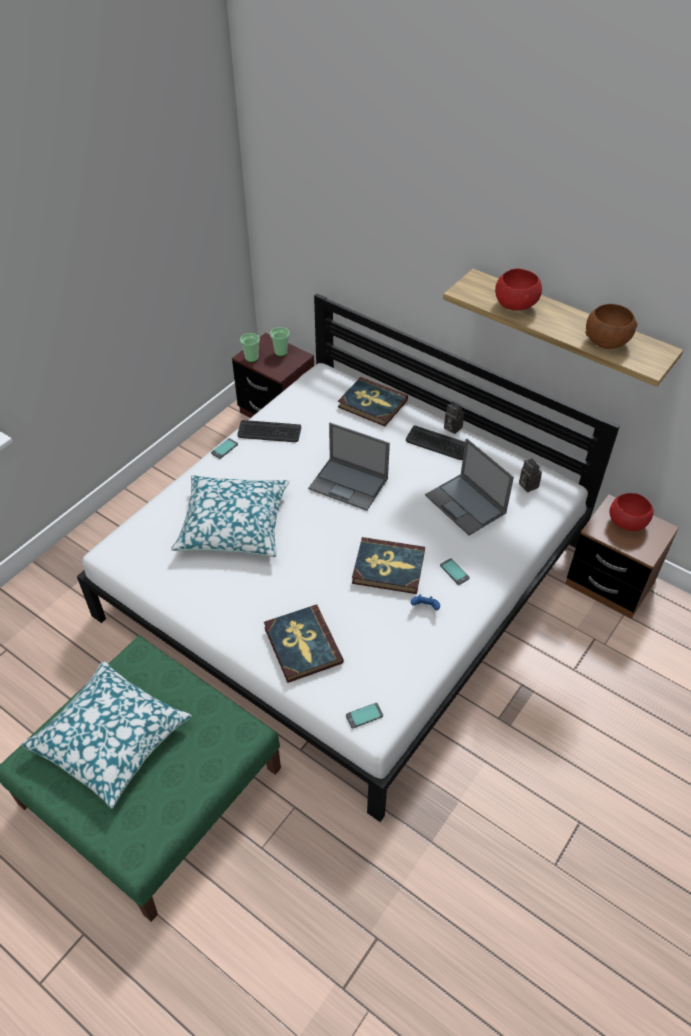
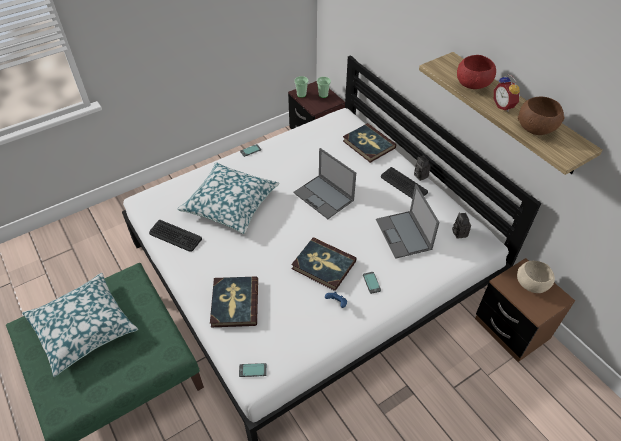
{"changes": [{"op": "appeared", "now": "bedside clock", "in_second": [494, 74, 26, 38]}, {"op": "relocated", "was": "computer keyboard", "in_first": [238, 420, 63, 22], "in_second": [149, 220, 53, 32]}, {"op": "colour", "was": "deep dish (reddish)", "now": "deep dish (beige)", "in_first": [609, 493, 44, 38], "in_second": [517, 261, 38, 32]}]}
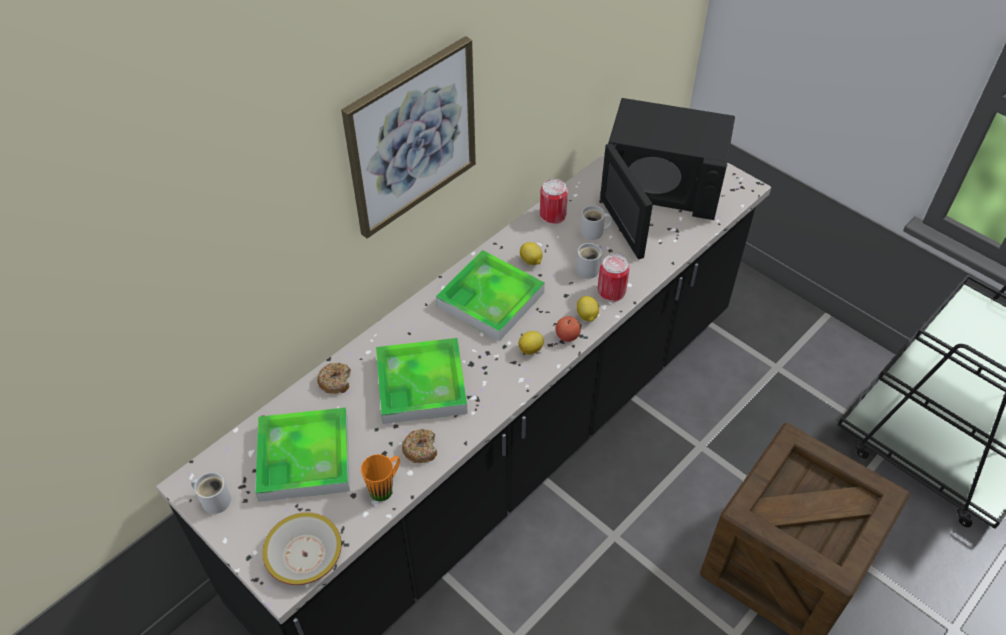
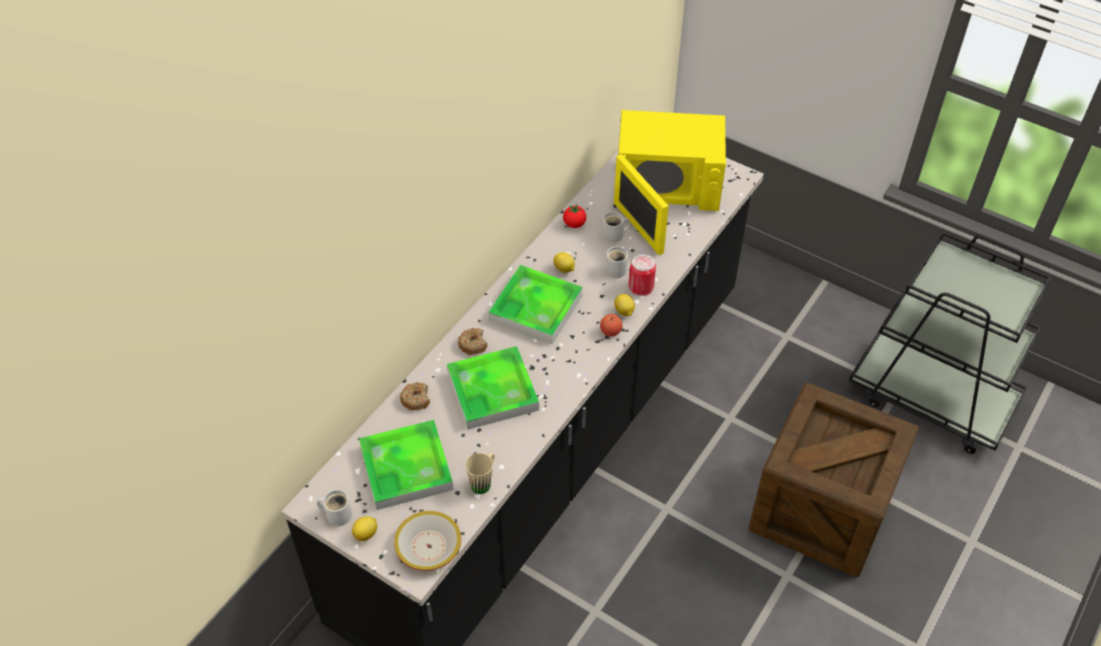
{"changes": [{"op": "missing", "was": "picture", "in_first": [341, 36, 135, 202]}, {"op": "relocated", "was": "doughnut", "in_first": [402, 429, 35, 34], "in_second": [458, 328, 29, 27]}, {"op": "relocated", "was": "whole lemon", "in_first": [519, 331, 25, 24], "in_second": [352, 516, 25, 25]}, {"op": "exchanged", "was": "metal can", "now": "fresh tomato", "in_first": [540, 179, 28, 45], "in_second": [563, 205, 23, 23]}, {"op": "colour", "was": "tea mug (orange)", "now": "tea mug (beige)", "in_first": [361, 454, 39, 47], "in_second": [465, 453, 30, 41]}, {"op": "colour", "was": "kitchen microwave (blackish)", "now": "kitchen microwave (yellow-coloured)", "in_first": [600, 98, 135, 161], "in_second": [614, 110, 112, 145]}]}
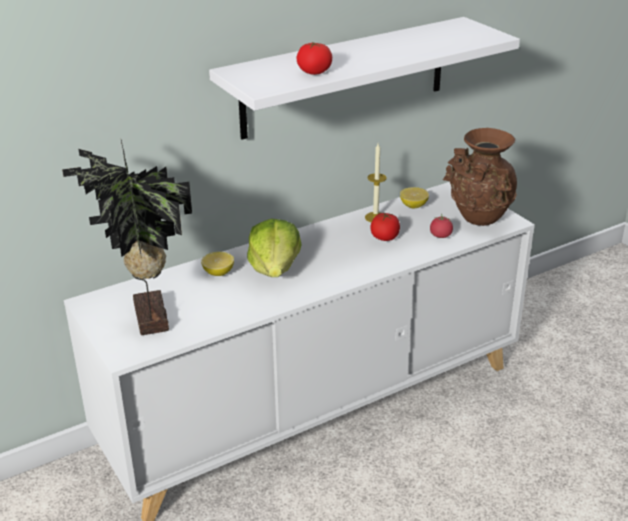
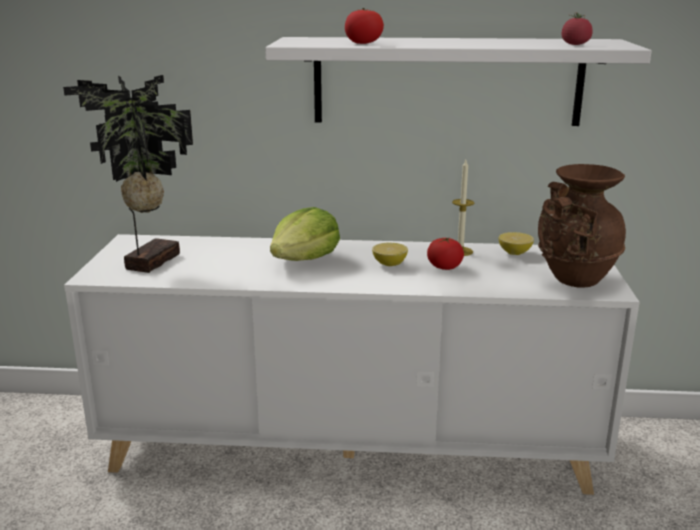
{"changes": [{"op": "relocated", "was": "whole lemon", "in_first": [201, 252, 33, 24], "in_second": [372, 242, 36, 24]}, {"op": "relocated", "was": "fresh tomato", "in_first": [430, 214, 23, 24], "in_second": [562, 12, 31, 33]}]}
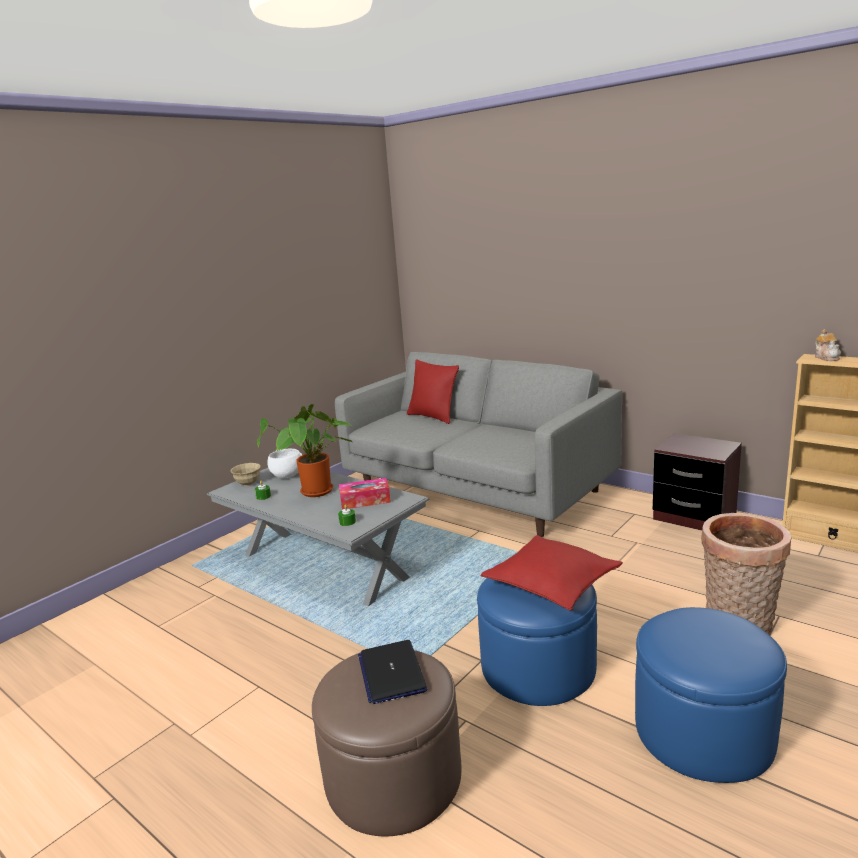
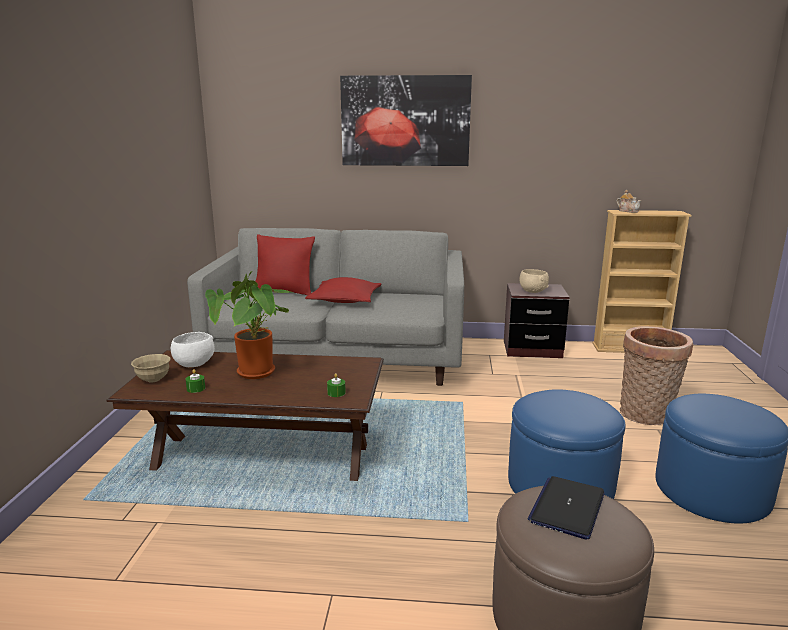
{"changes": [{"op": "missing", "was": "box of tissues", "in_first": [339, 478, 52, 32]}, {"op": "appeared", "now": "picture", "in_second": [340, 75, 132, 91]}, {"op": "appeared", "now": "deep dish (beige)", "in_second": [519, 269, 30, 24]}, {"op": "relocated", "was": "pillow (reddish)", "in_first": [480, 535, 143, 76], "in_second": [305, 277, 76, 26]}, {"op": "colour", "was": "lounge table (greyish)", "now": "lounge table (brown)", "in_first": [207, 468, 222, 138], "in_second": [106, 350, 278, 131]}, {"op": "spun", "was": "laptop", "in_first": [358, 640, 69, 64], "in_second": [528, 476, 77, 63], "clockwise": 75}]}
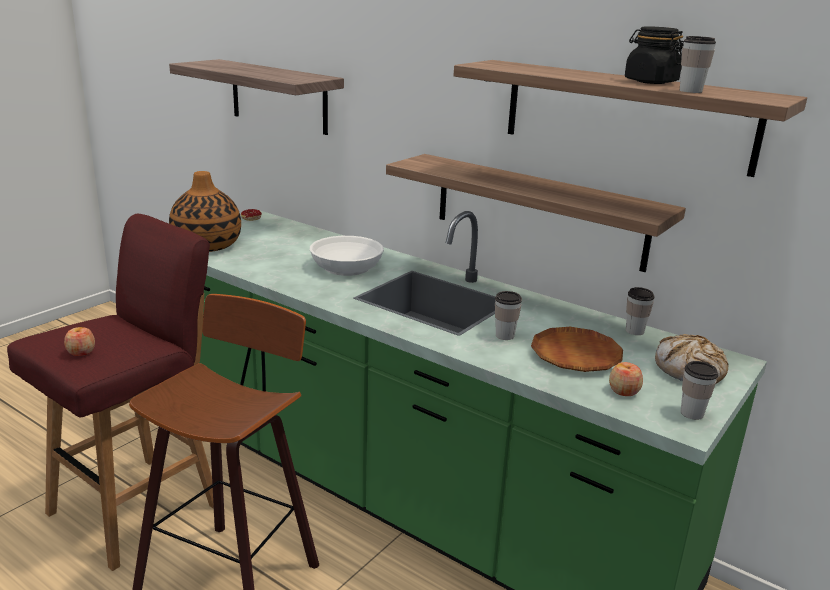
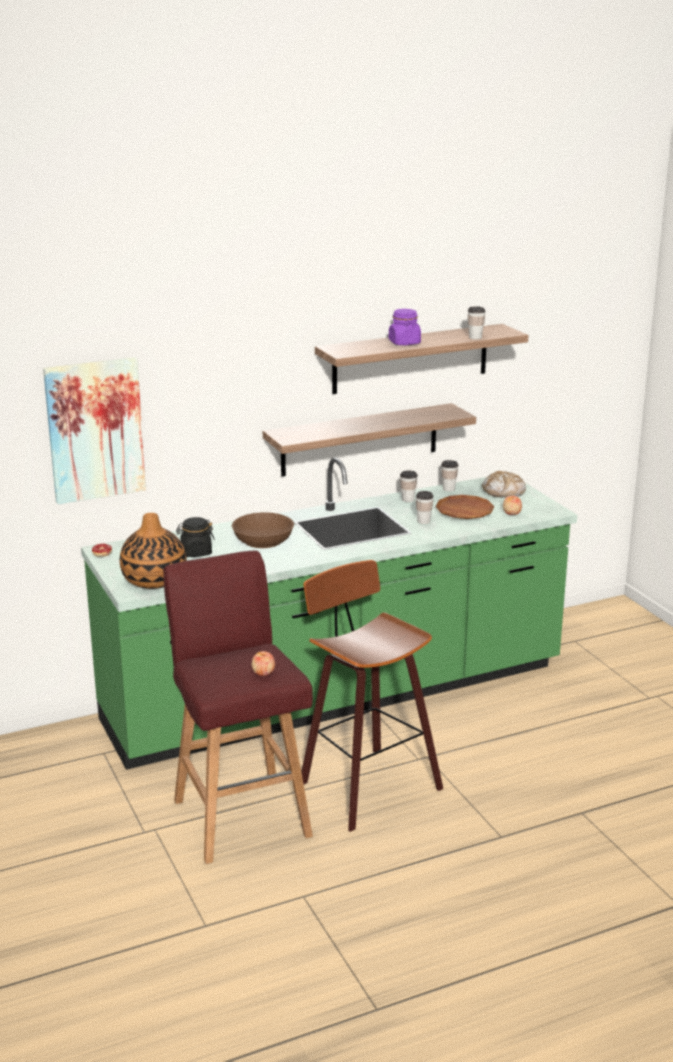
{"changes": [{"op": "appeared", "now": "preserve jar (purplish)", "in_second": [389, 309, 32, 36]}, {"op": "relocated", "was": "preserve jar (blackish)", "in_first": [625, 26, 59, 58], "in_second": [176, 517, 39, 40]}, {"op": "relocated", "was": "drinking cup", "in_first": [681, 361, 37, 59], "in_second": [400, 471, 18, 31]}, {"op": "exchanged", "was": "bracket shelf", "now": "picture", "in_first": [169, 59, 175, 76], "in_second": [43, 357, 103, 147]}, {"op": "colour", "was": "deep dish (whitish)", "now": "deep dish (brown)", "in_first": [310, 236, 74, 40], "in_second": [232, 512, 62, 36]}]}
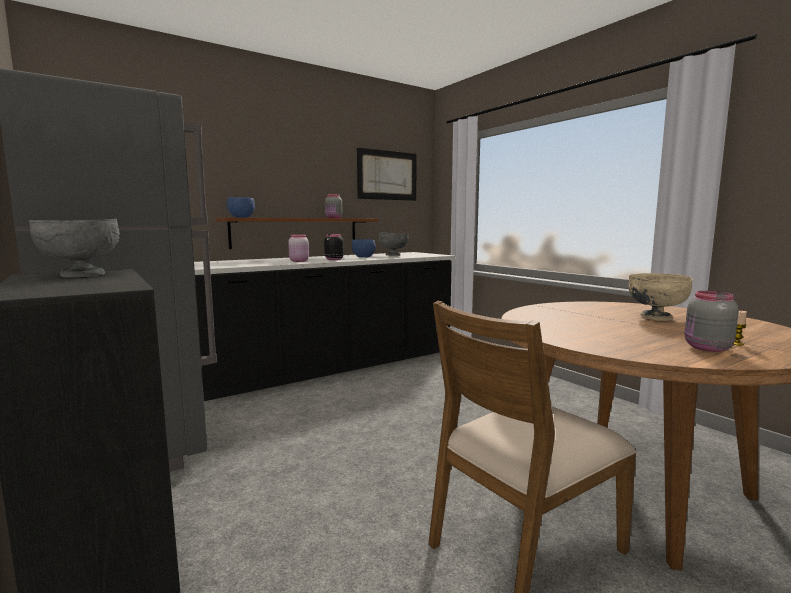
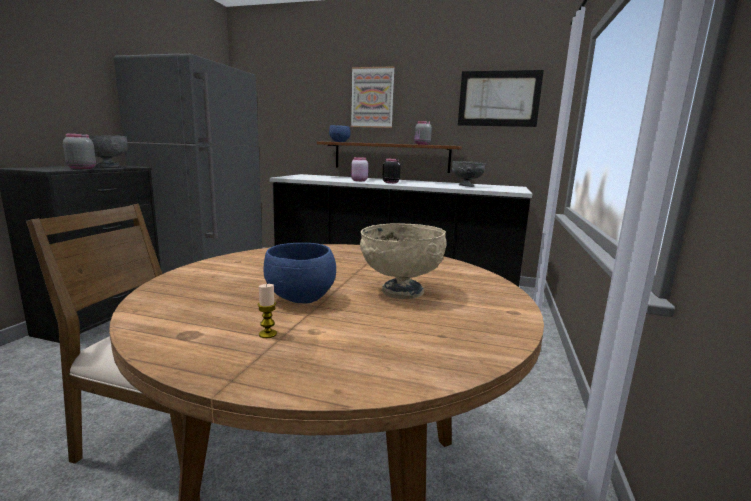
{"changes": [{"op": "appeared", "now": "picture", "in_second": [351, 66, 44, 62]}, {"op": "relocated", "was": "deep dish (blue)", "in_first": [352, 239, 24, 18], "in_second": [264, 243, 72, 61]}, {"op": "relocated", "was": "preserve jar (greyish)", "in_first": [685, 291, 54, 61], "in_second": [63, 134, 33, 35]}]}
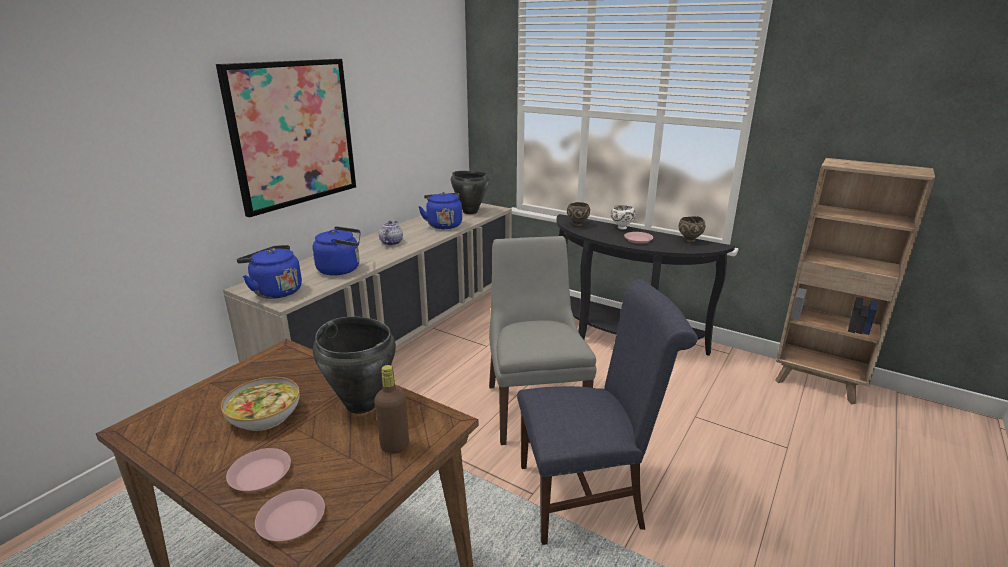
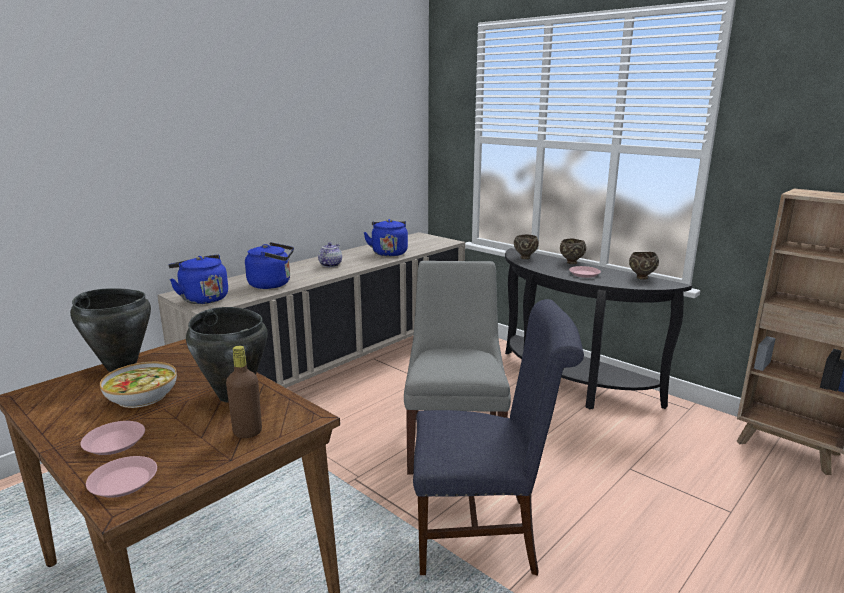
{"changes": [{"op": "missing", "was": "picture", "in_first": [216, 59, 140, 158]}, {"op": "relocated", "was": "stockpot (blackish)", "in_first": [451, 171, 38, 43], "in_second": [70, 288, 81, 84]}, {"op": "colour", "was": "deep dish (whitish)", "now": "deep dish (brown)", "in_first": [611, 205, 25, 25], "in_second": [560, 239, 26, 25]}]}
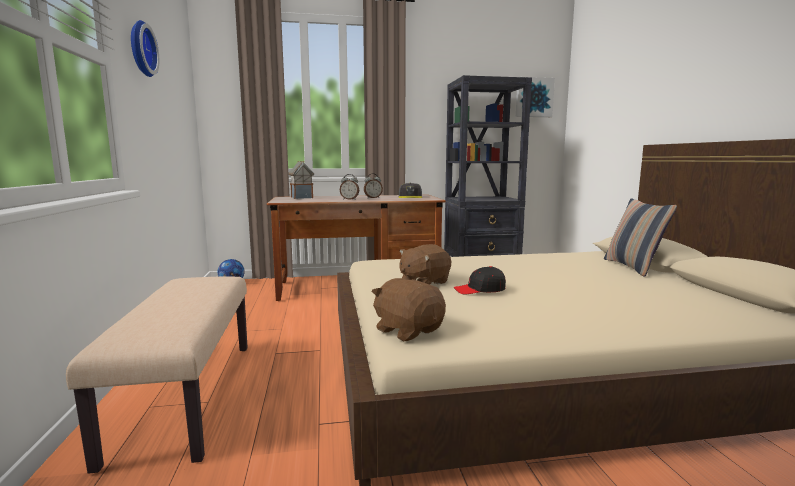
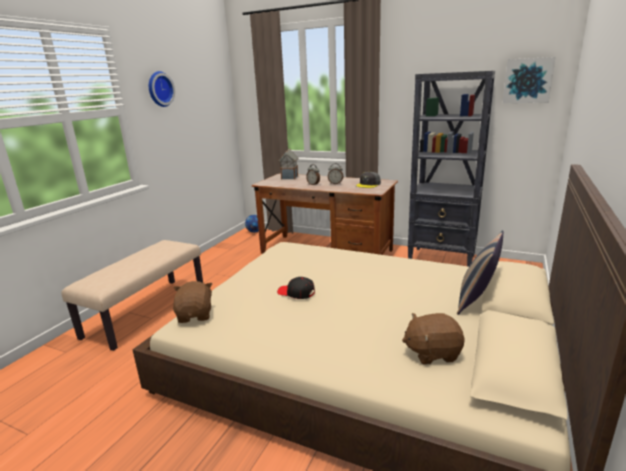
{"changes": [{"op": "relocated", "was": "soft toy (brown)", "in_first": [399, 244, 52, 41], "in_second": [402, 313, 63, 52]}]}
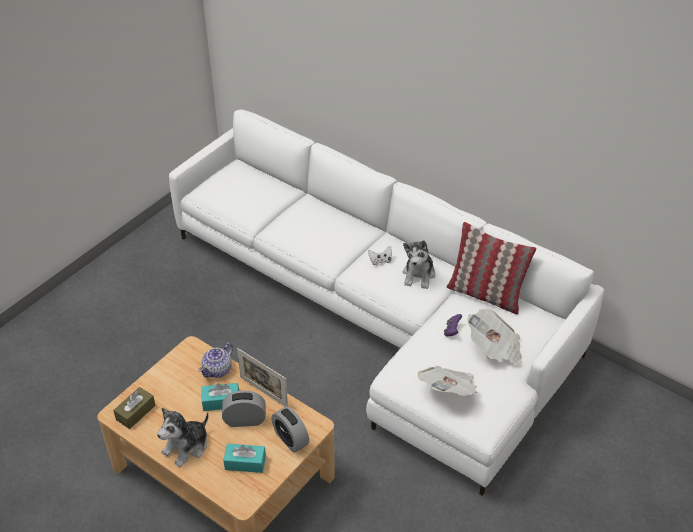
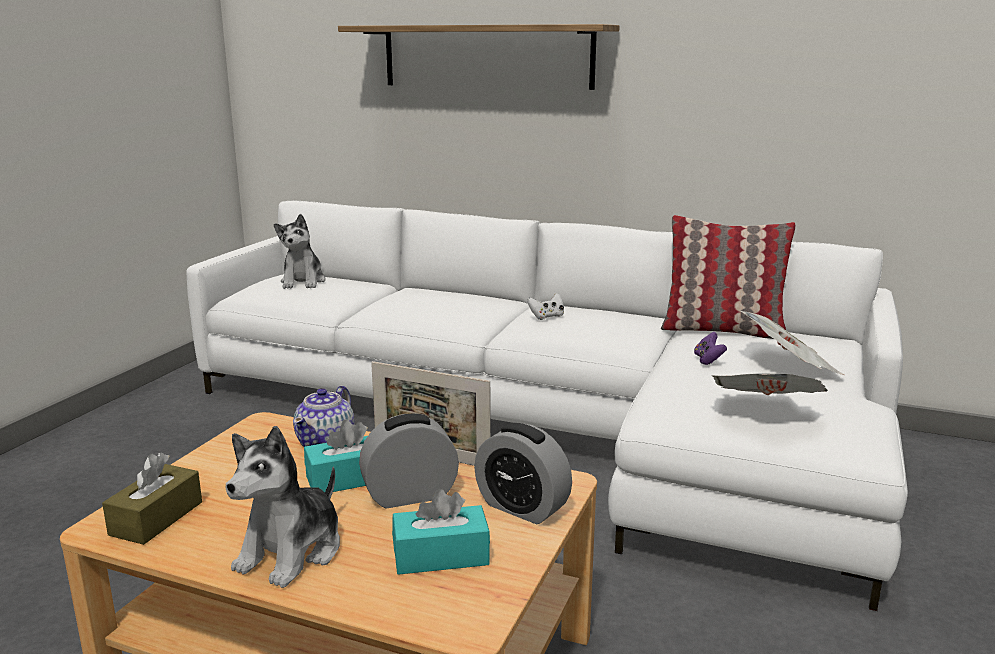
{"changes": [{"op": "appeared", "now": "bracket shelf", "in_second": [338, 24, 282, 66]}, {"op": "relocated", "was": "soft toy", "in_first": [403, 240, 32, 49], "in_second": [274, 214, 52, 75]}]}
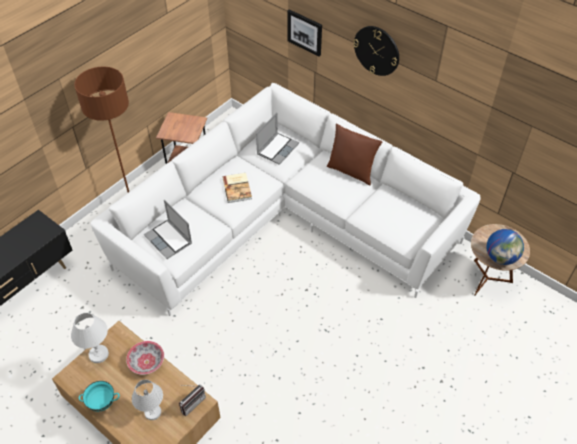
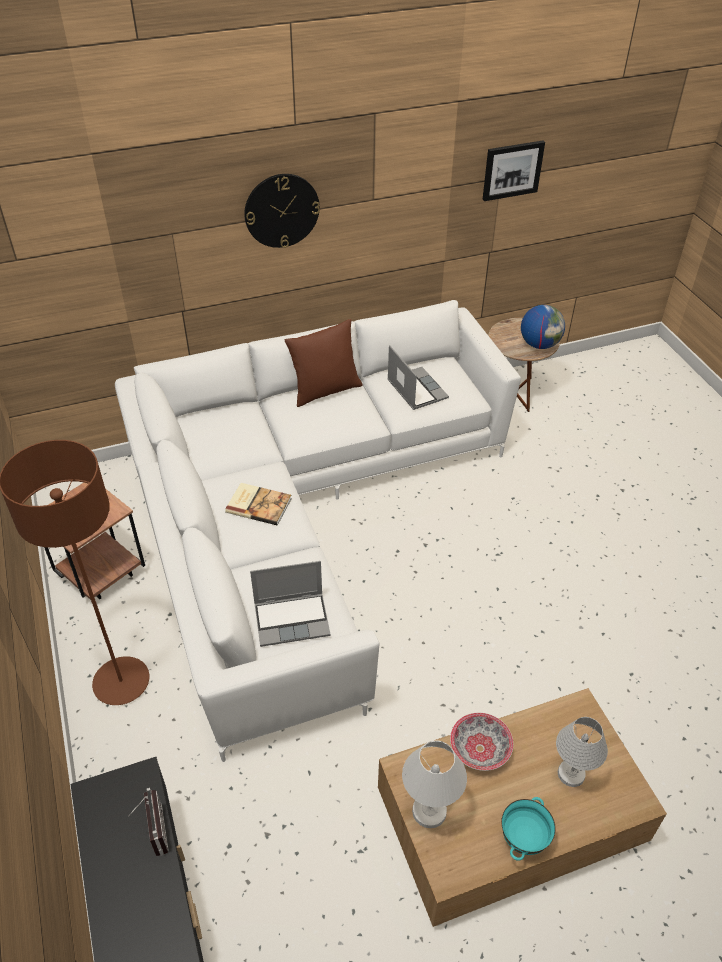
{"changes": [{"op": "relocated", "was": "radio", "in_first": [179, 384, 27, 32], "in_second": [128, 788, 41, 68]}, {"op": "relocated", "was": "laptop", "in_first": [256, 113, 43, 52], "in_second": [387, 345, 62, 65]}, {"op": "relocated", "was": "picture", "in_first": [287, 9, 35, 48], "in_second": [482, 141, 63, 60]}]}
